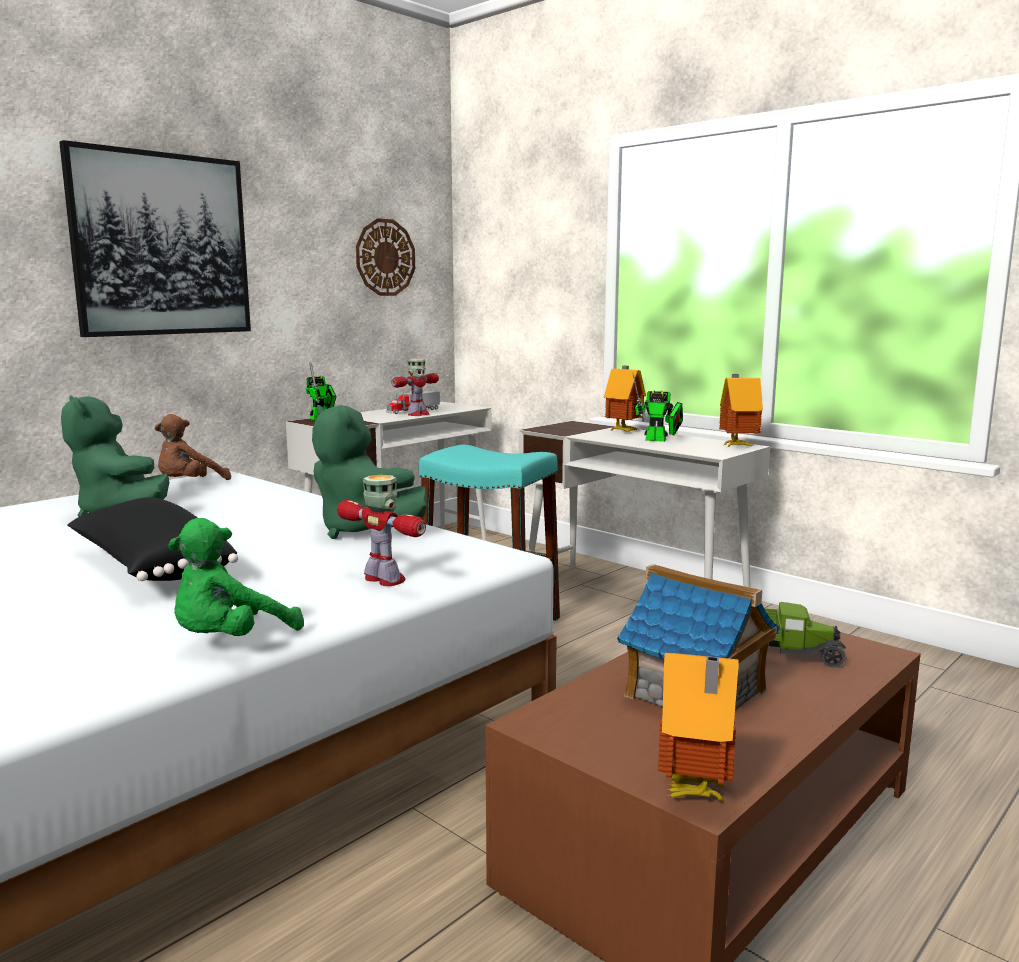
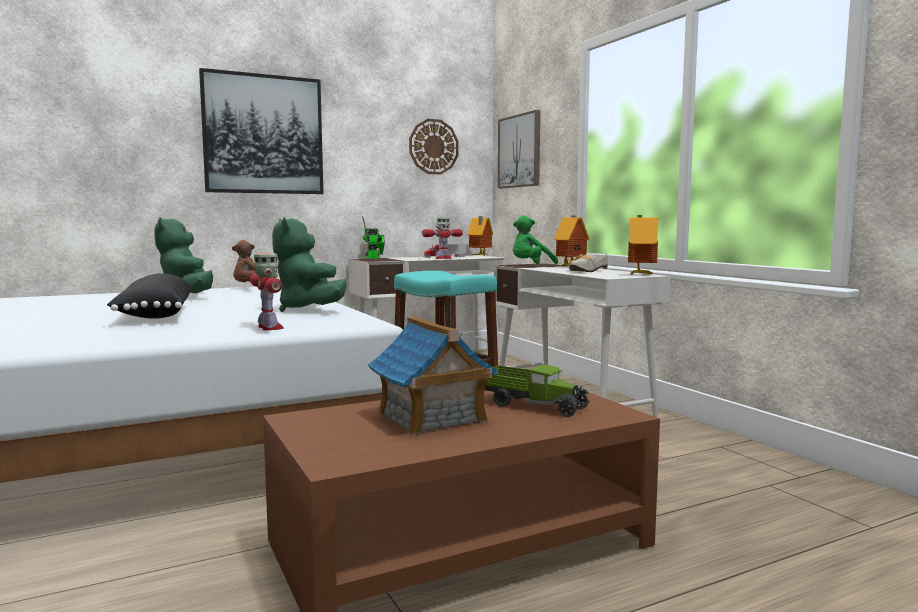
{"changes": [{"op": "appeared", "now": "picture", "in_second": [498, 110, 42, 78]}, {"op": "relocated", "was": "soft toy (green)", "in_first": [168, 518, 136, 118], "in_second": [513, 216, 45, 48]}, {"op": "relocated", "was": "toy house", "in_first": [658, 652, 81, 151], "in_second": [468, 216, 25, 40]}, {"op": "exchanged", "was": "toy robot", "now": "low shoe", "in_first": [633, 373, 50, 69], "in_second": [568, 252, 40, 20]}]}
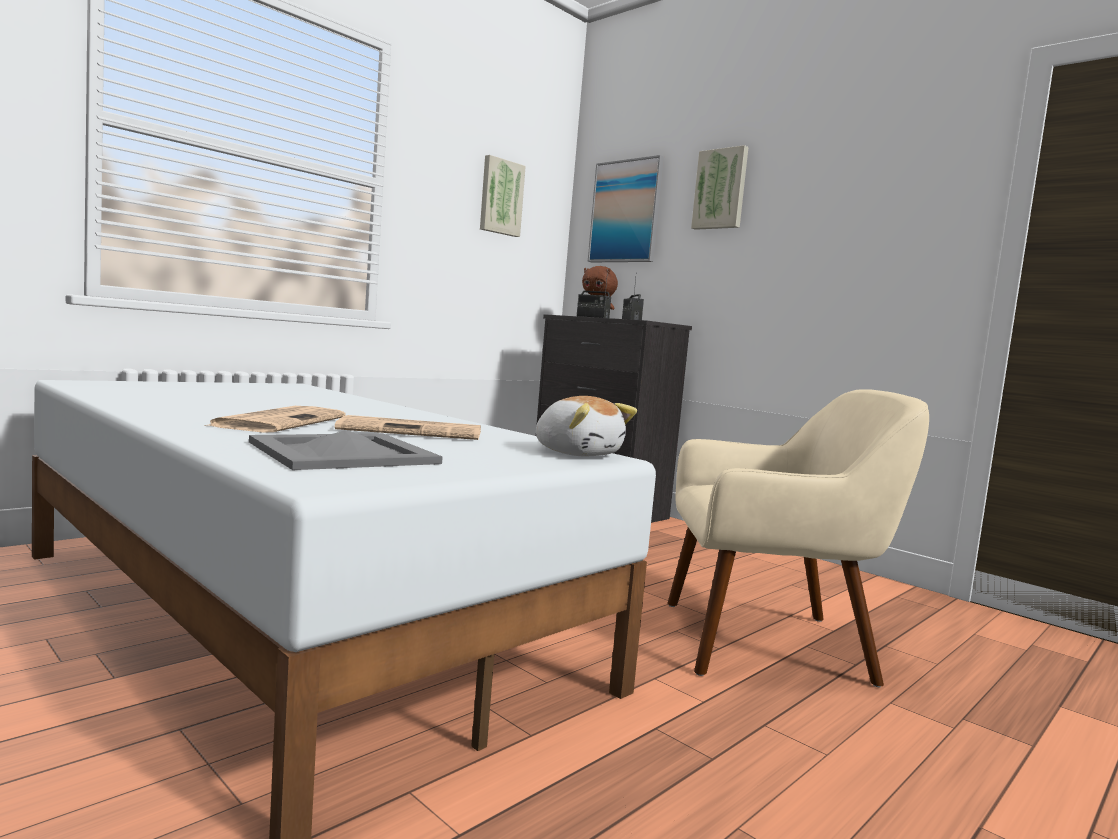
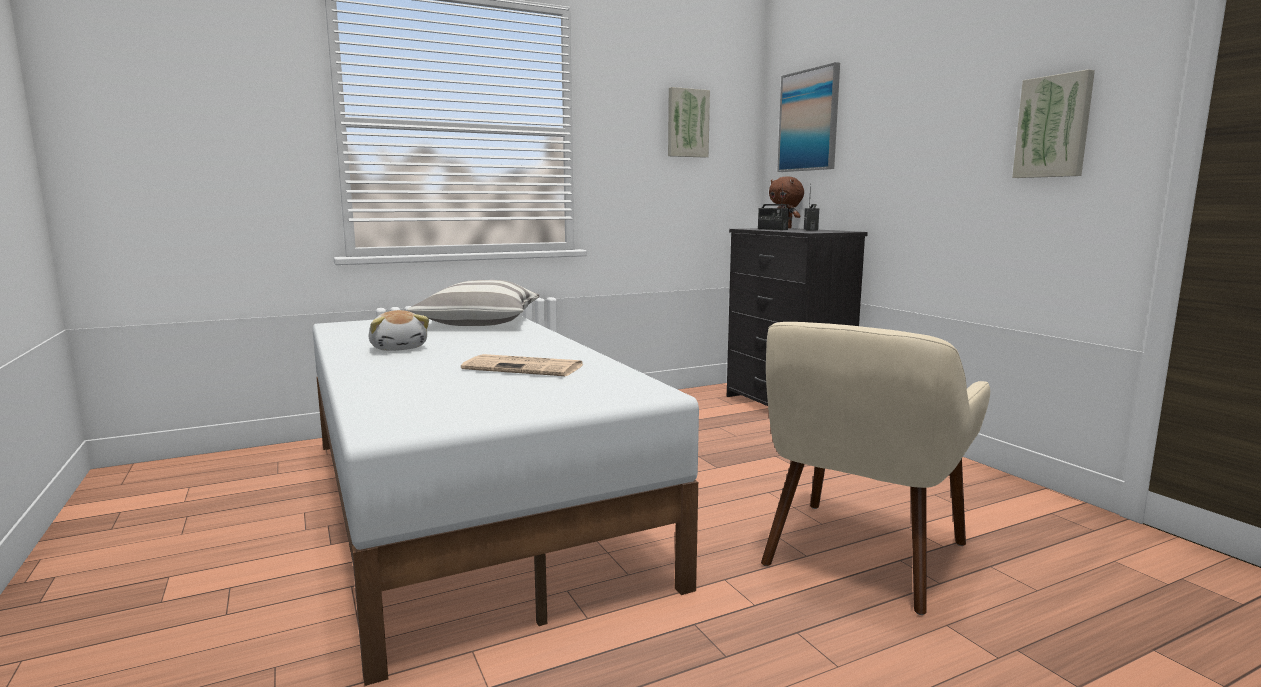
{"changes": [{"op": "missing", "was": "printed paper", "in_first": [204, 406, 142, 27]}, {"op": "missing", "was": "carrying tray (greyish)", "in_first": [249, 430, 194, 40]}, {"op": "appeared", "now": "pillow", "in_second": [408, 280, 131, 46]}, {"op": "relocated", "was": "soft toy", "in_first": [536, 396, 101, 61], "in_second": [369, 310, 60, 41]}, {"op": "relocated", "was": "picture", "in_first": [691, 145, 58, 85], "in_second": [1012, 69, 83, 109]}, {"op": "spun", "was": "lounge chair (beige)", "in_first": [667, 389, 262, 298], "in_second": [761, 322, 229, 293], "clockwise": 105}]}
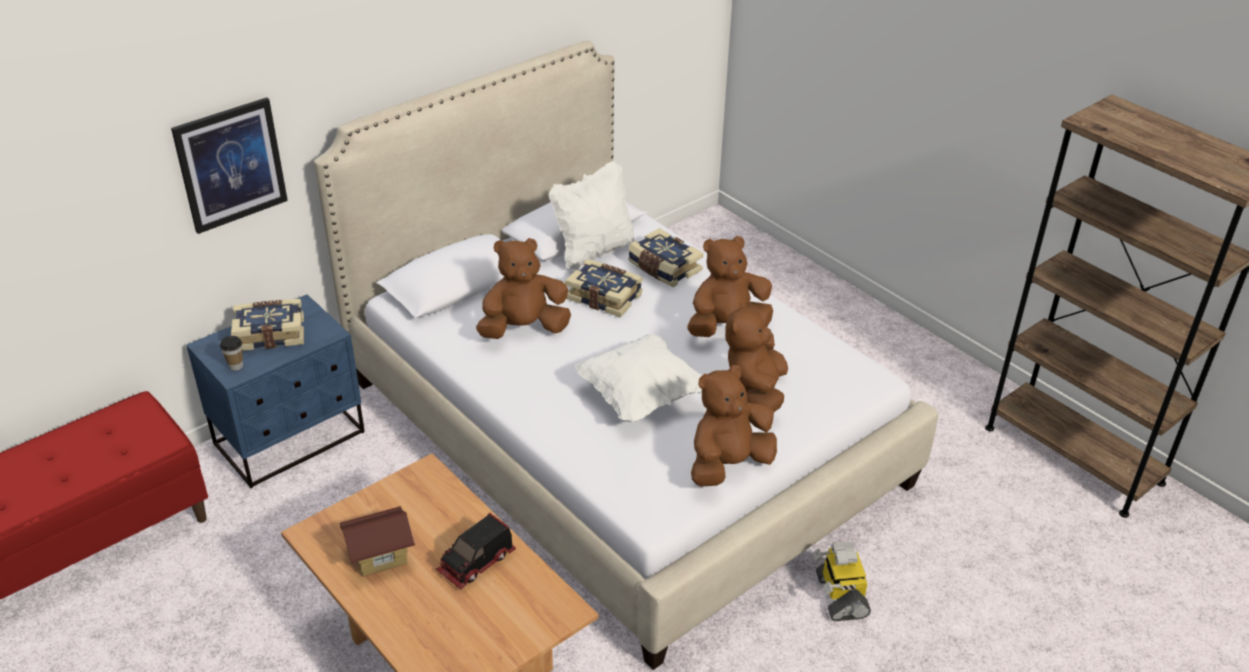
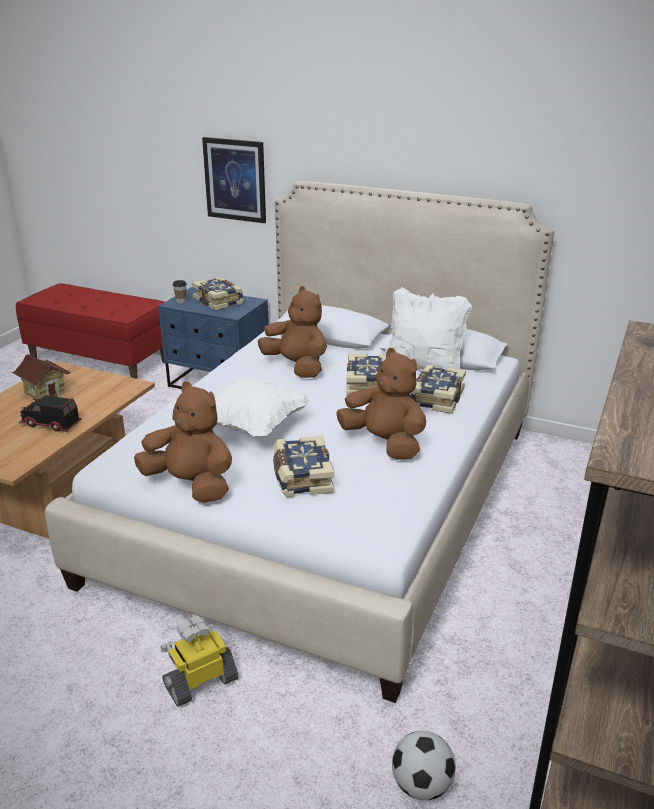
{"changes": [{"op": "appeared", "now": "football ball", "in_second": [392, 731, 64, 69]}, {"op": "exchanged", "was": "soft toy (brown)", "now": "book", "in_first": [725, 300, 63, 112], "in_second": [273, 436, 61, 62]}]}
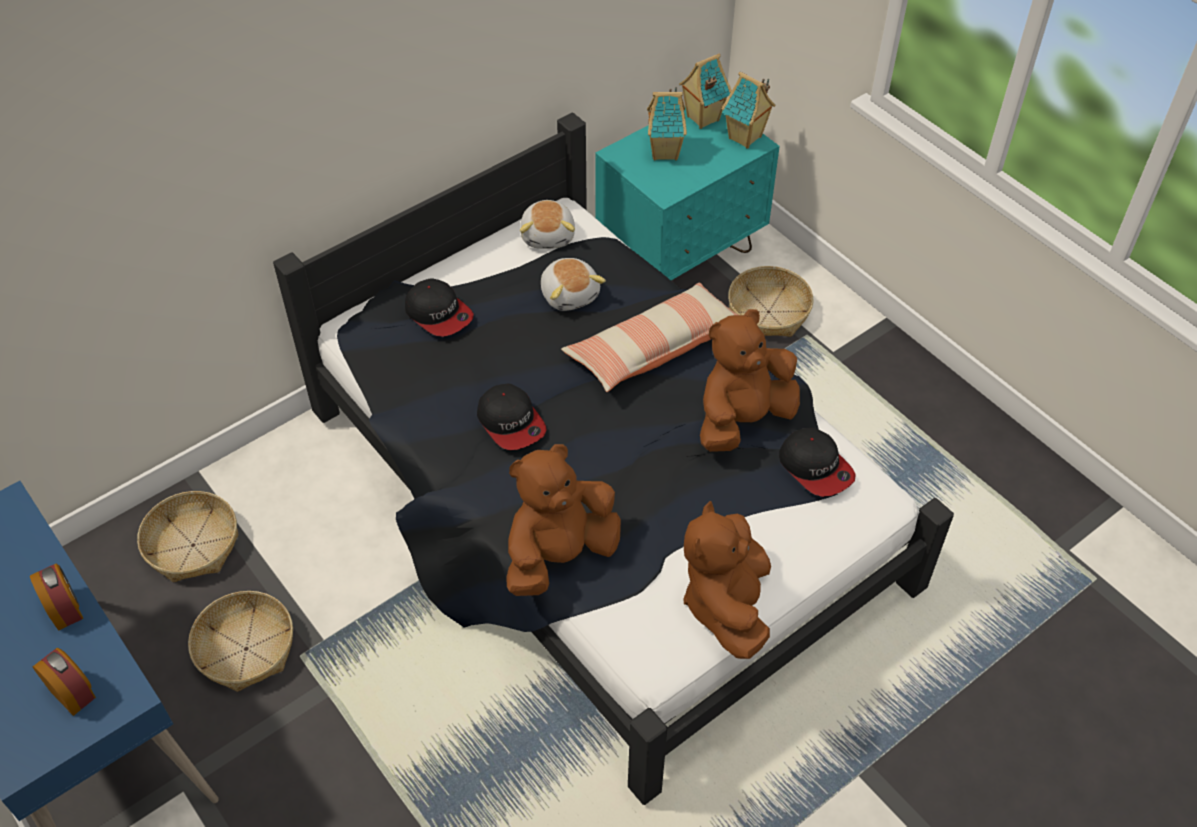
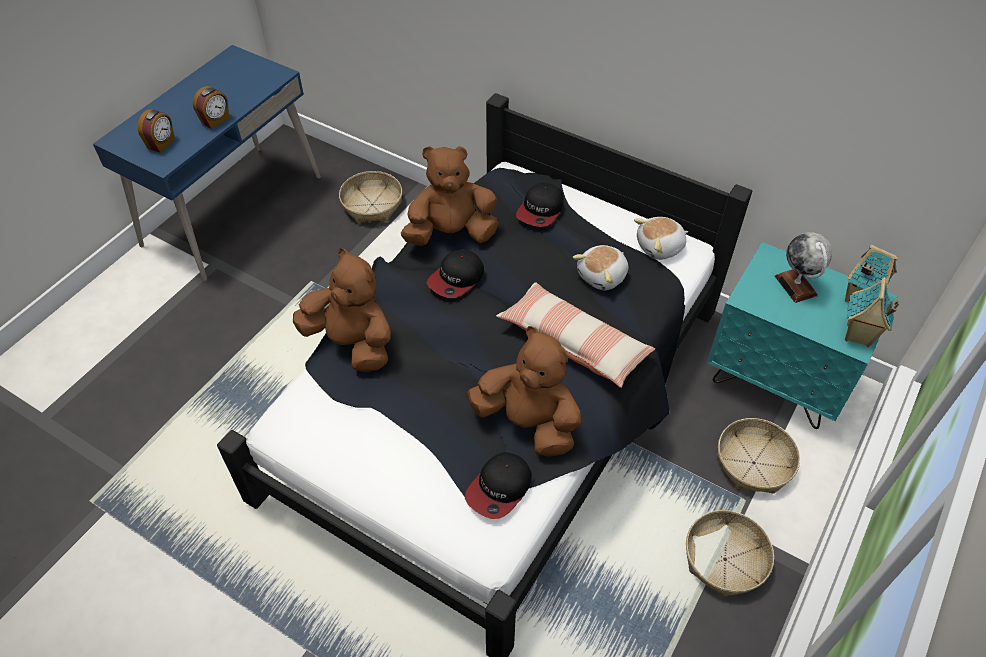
{"changes": [{"op": "relocated", "was": "storage basket", "in_first": [188, 591, 105, 101], "in_second": [686, 510, 88, 87]}, {"op": "relocated", "was": "soft toy (brown)", "in_first": [683, 501, 88, 158], "in_second": [401, 146, 98, 100]}, {"op": "exchanged", "was": "toy house", "now": "world globe", "in_first": [647, 87, 40, 73], "in_second": [775, 232, 57, 71]}]}
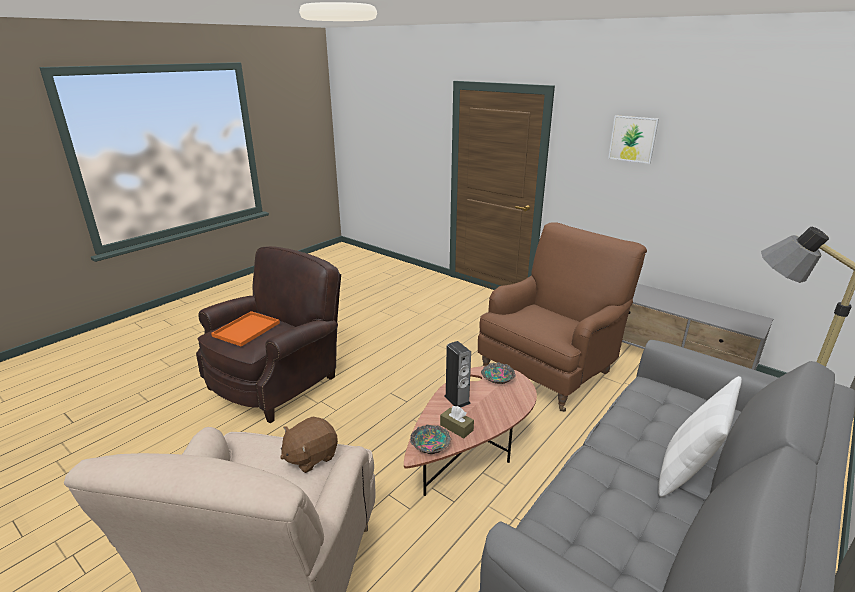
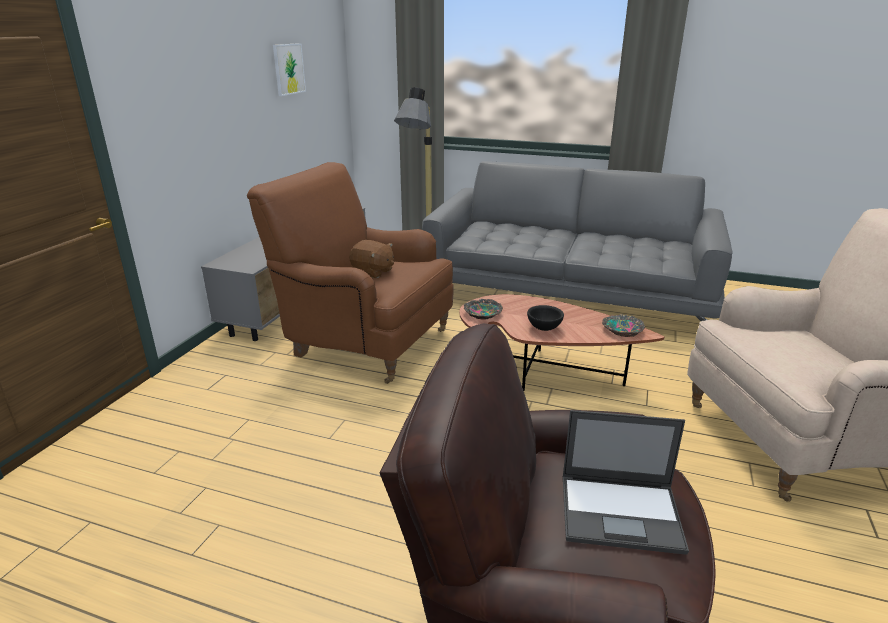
{"changes": [{"op": "missing", "was": "box of tissues (brown)", "in_first": [440, 406, 34, 32]}, {"op": "missing", "was": "pillow (whitish)", "in_first": [658, 376, 84, 121]}, {"op": "relocated", "was": "soft toy (brown)", "in_first": [280, 417, 58, 56], "in_second": [349, 240, 45, 38]}, {"op": "relocated", "was": "picture", "in_first": [608, 115, 51, 49], "in_second": [273, 43, 33, 53]}, {"op": "exchanged", "was": "carrying tray (orange)", "now": "laptop", "in_first": [211, 311, 69, 36], "in_second": [563, 410, 126, 145]}, {"op": "exchanged", "was": "audio speaker", "now": "deep dish (blackish)", "in_first": [444, 341, 27, 66], "in_second": [527, 305, 37, 26]}]}
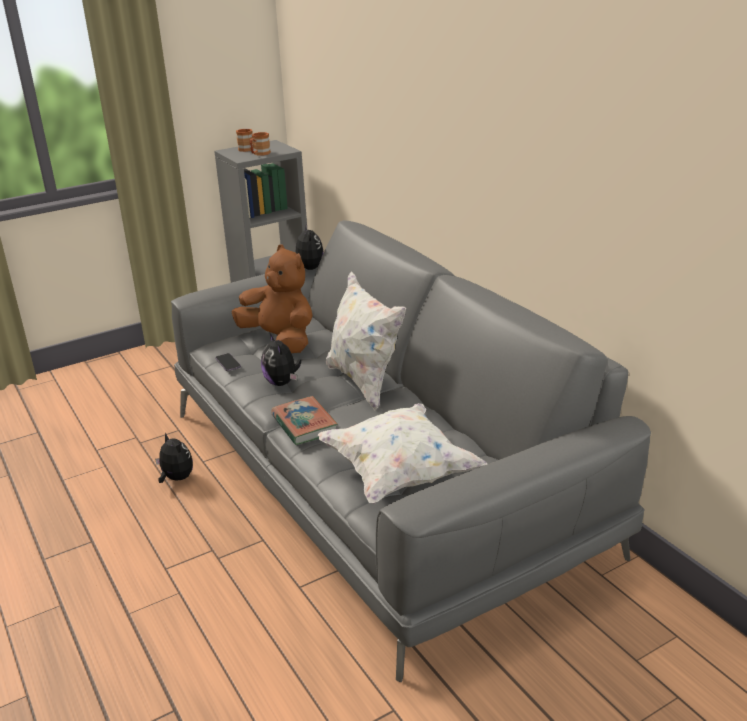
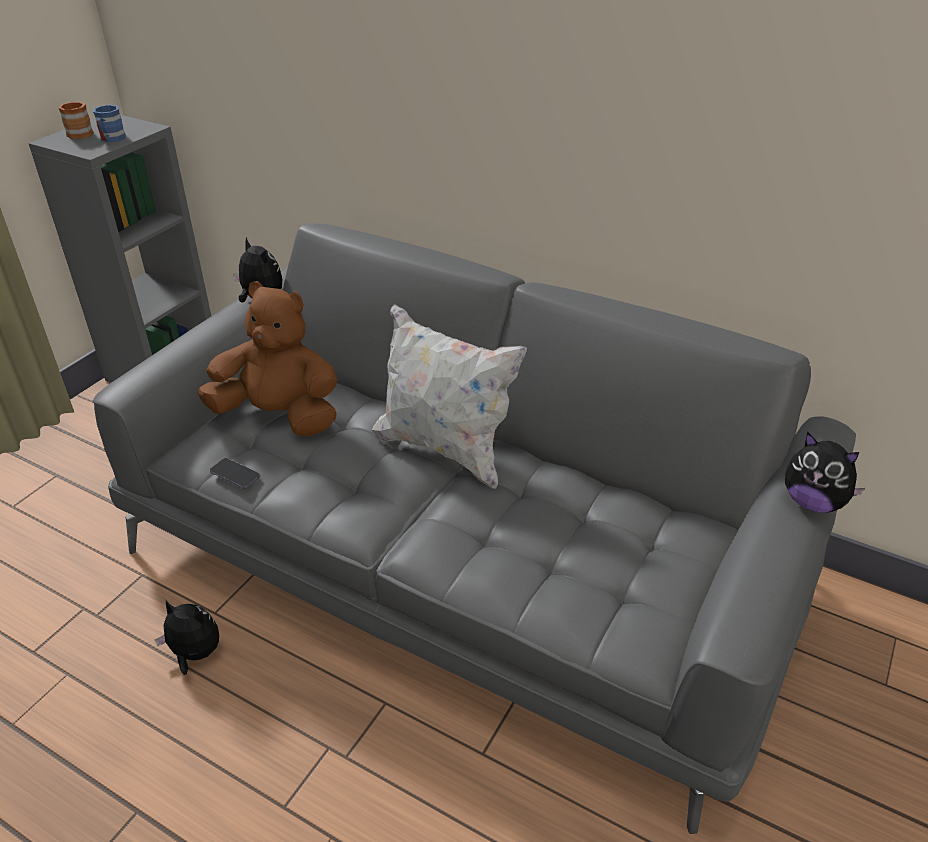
{"changes": [{"op": "missing", "was": "book", "in_first": [271, 396, 67, 49]}, {"op": "missing", "was": "pillow (whitish)", "in_first": [318, 403, 169, 101]}, {"op": "relocated", "was": "soft toy", "in_first": [261, 334, 40, 52], "in_second": [785, 432, 80, 81]}, {"op": "colour", "was": "tea mug (brown)", "now": "tea mug (blue)", "in_first": [250, 132, 21, 24], "in_second": [93, 105, 33, 38]}]}
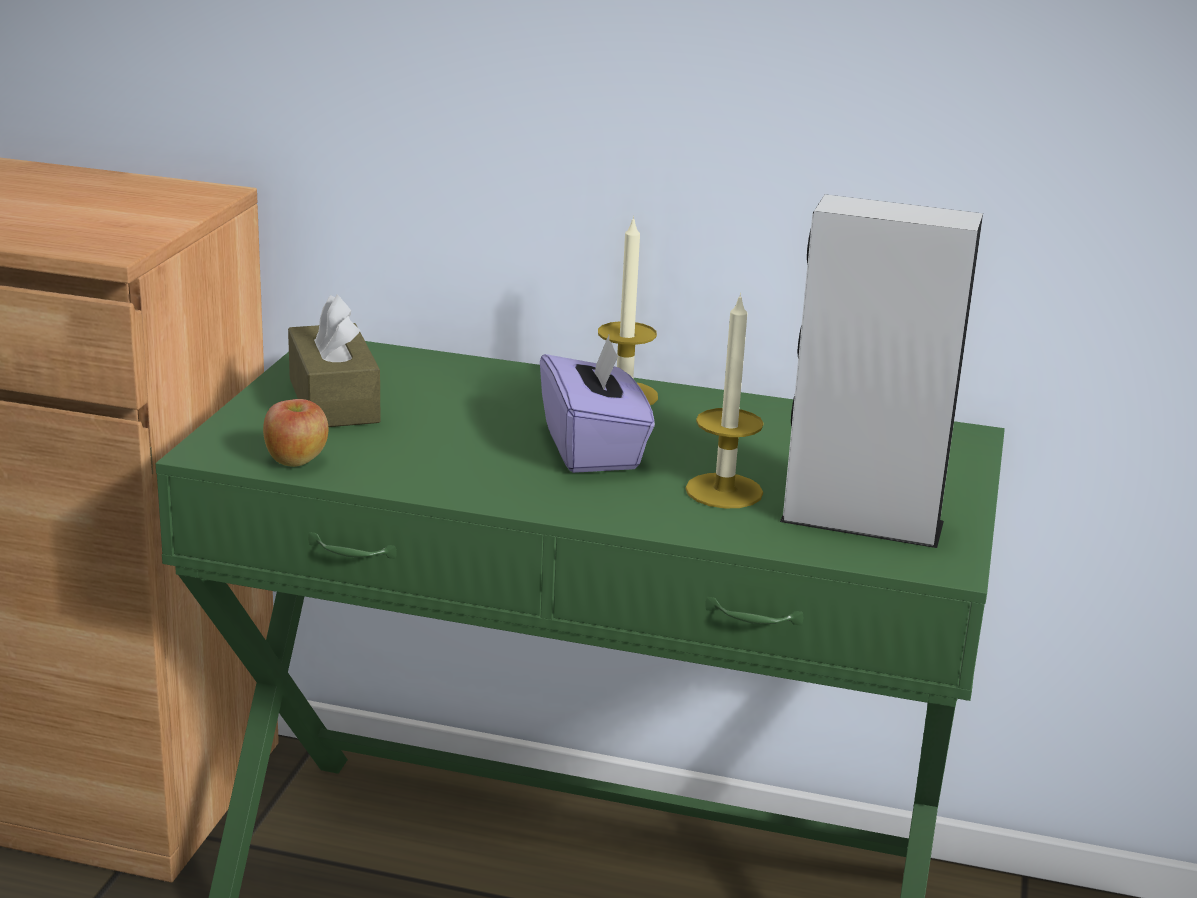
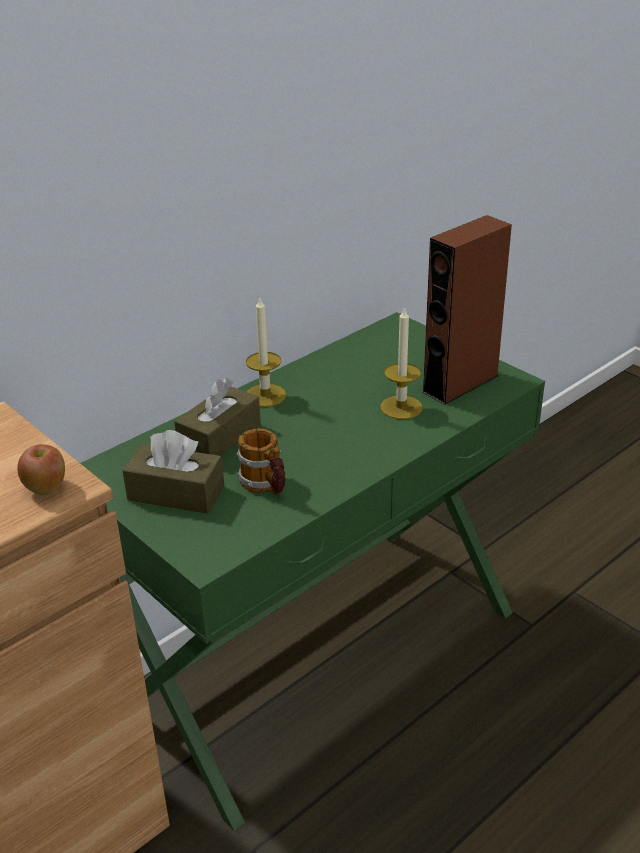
{"changes": [{"op": "missing", "was": "box of tissues (purplish)", "in_first": [540, 335, 115, 138]}, {"op": "appeared", "now": "box of tissues (brown)", "in_second": [174, 378, 87, 78]}, {"op": "appeared", "now": "tea mug", "in_second": [237, 428, 49, 67]}, {"op": "relocated", "was": "whole apple", "in_first": [263, 399, 66, 68], "in_second": [18, 444, 47, 51]}, {"op": "colour", "was": "audio speaker (greyish)", "now": "audio speaker (brown)", "in_first": [780, 194, 203, 354], "in_second": [422, 215, 90, 190]}]}
